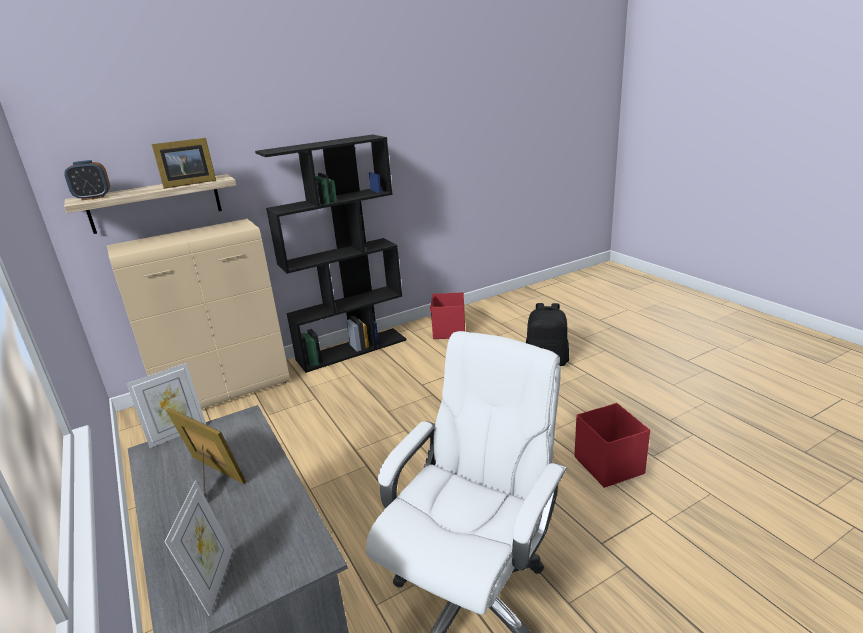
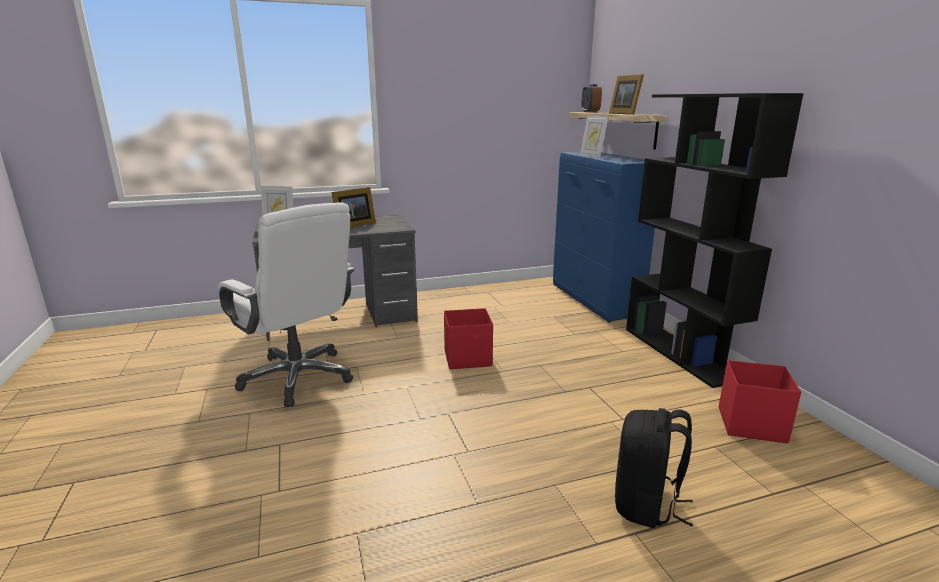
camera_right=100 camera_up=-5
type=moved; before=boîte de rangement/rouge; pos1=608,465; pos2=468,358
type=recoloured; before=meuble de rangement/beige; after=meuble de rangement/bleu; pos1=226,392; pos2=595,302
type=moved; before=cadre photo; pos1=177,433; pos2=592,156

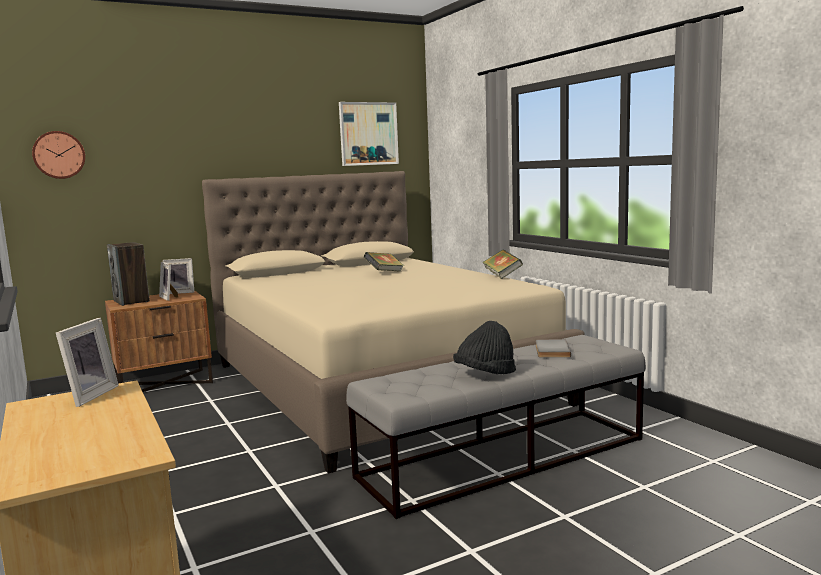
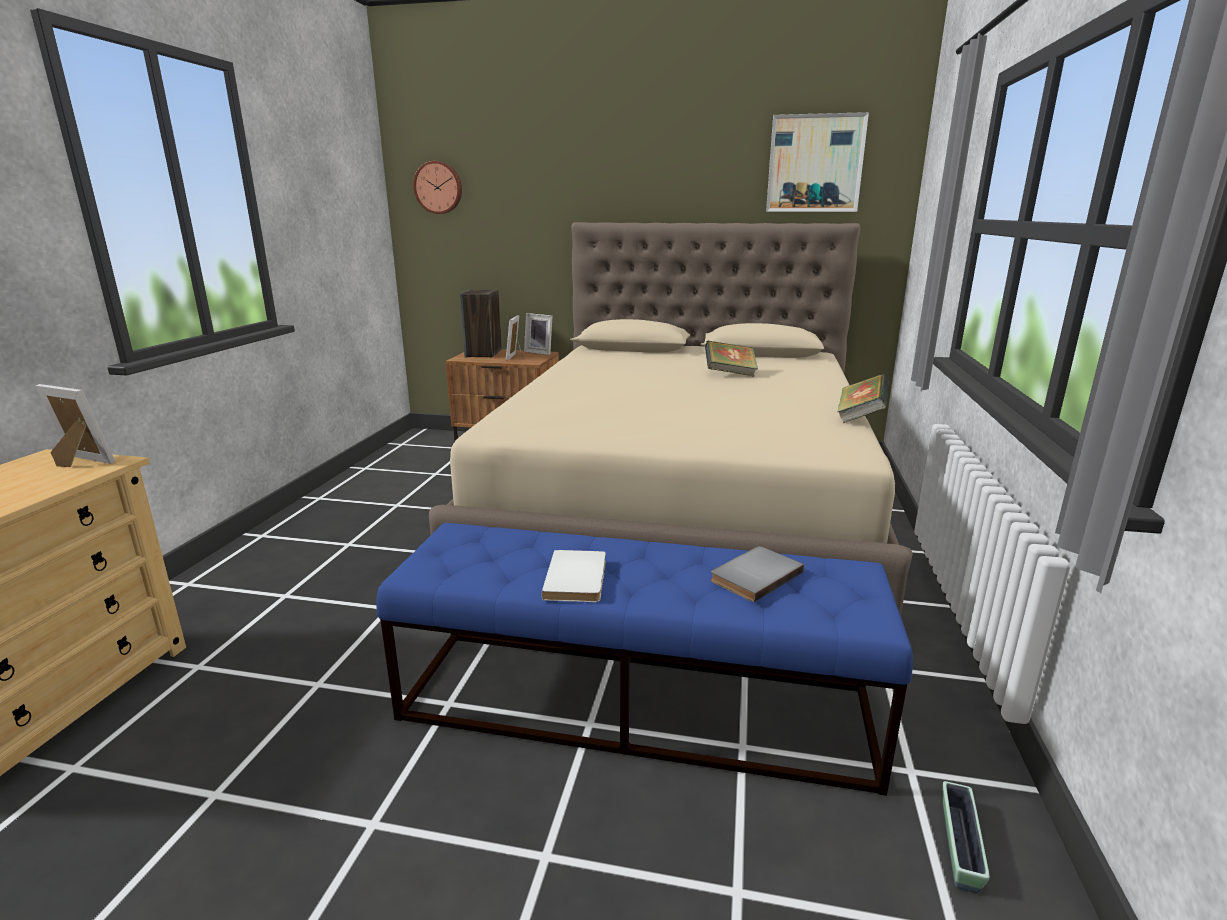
camera_right=40 camera_up=10
type=turned; before=cadre photo; pos1=88,396; pos2=79,463; turn=-120
type=recoloured; before=banc/gris; after=banc/bleu; pos1=504,457; pos2=638,704
type=replaced; before=chapeau/noir; after=livre/blanc; pos1=485,374; pos2=578,579
type=added; after=cache-pot; pos2=959,846

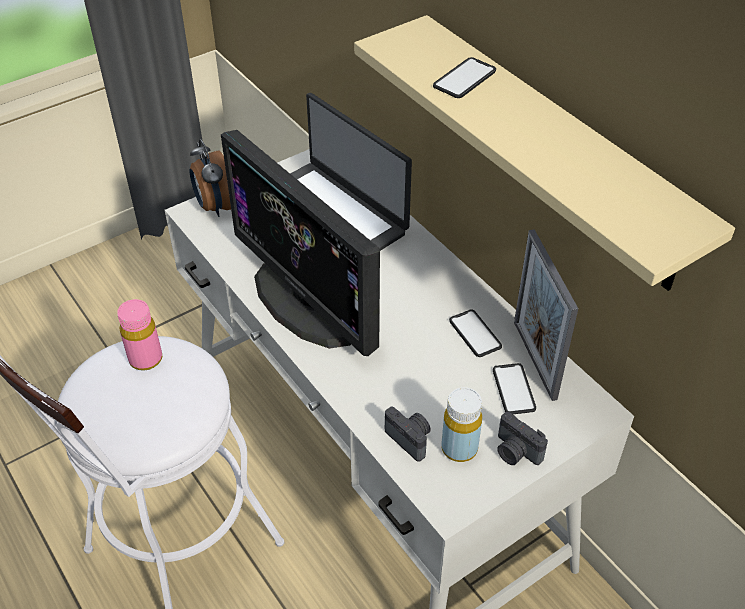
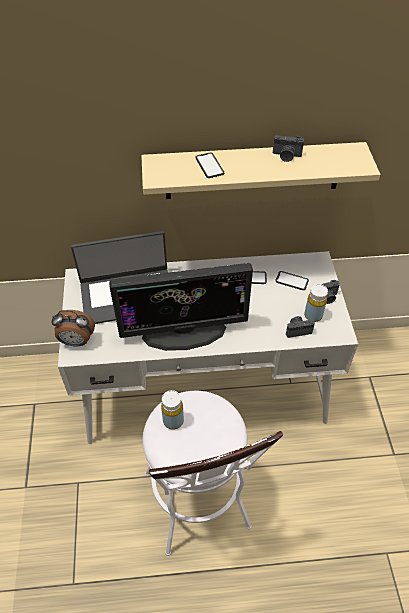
camera_right=-60 camera_up=5
type=recoloured; before=bouteille/rose; after=bouteille/jaune; pos1=146,359; pos2=173,420
type=added; after=appareil photo; pos2=286,156
type=removed; before=cadre photo; pos1=534,359

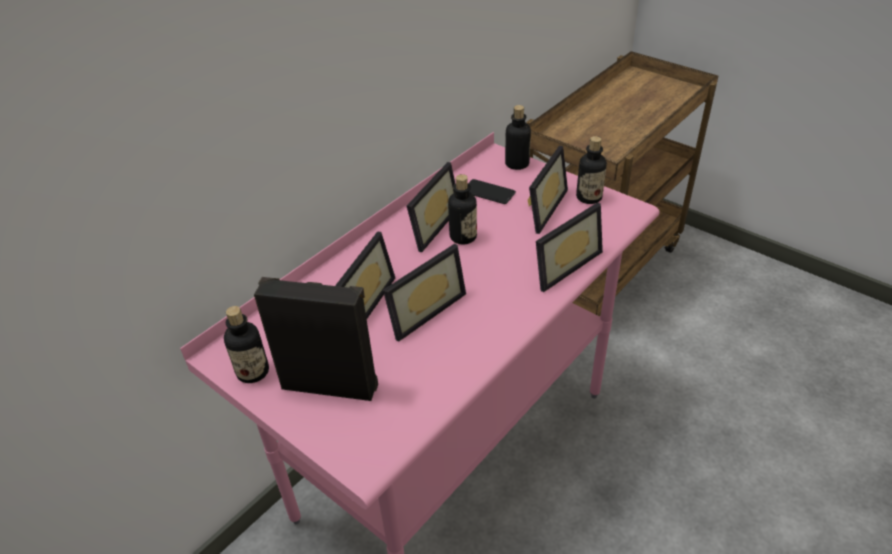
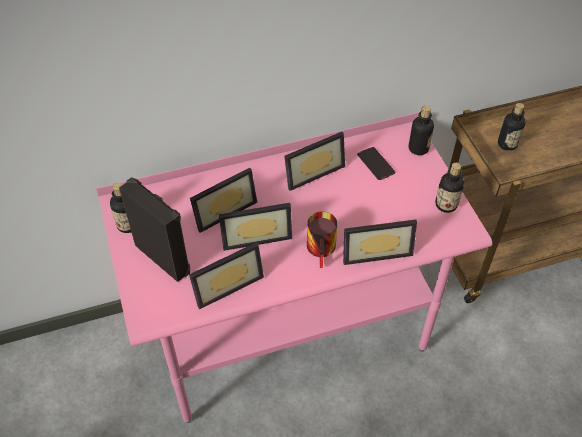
camera_right=30 camera_up=10
type=moved; before=cadre photo; pos1=540,208; pos2=225,283
type=added; after=mug; pos2=324,250
type=moved; before=bouteille; pos1=463,237; pos2=507,144

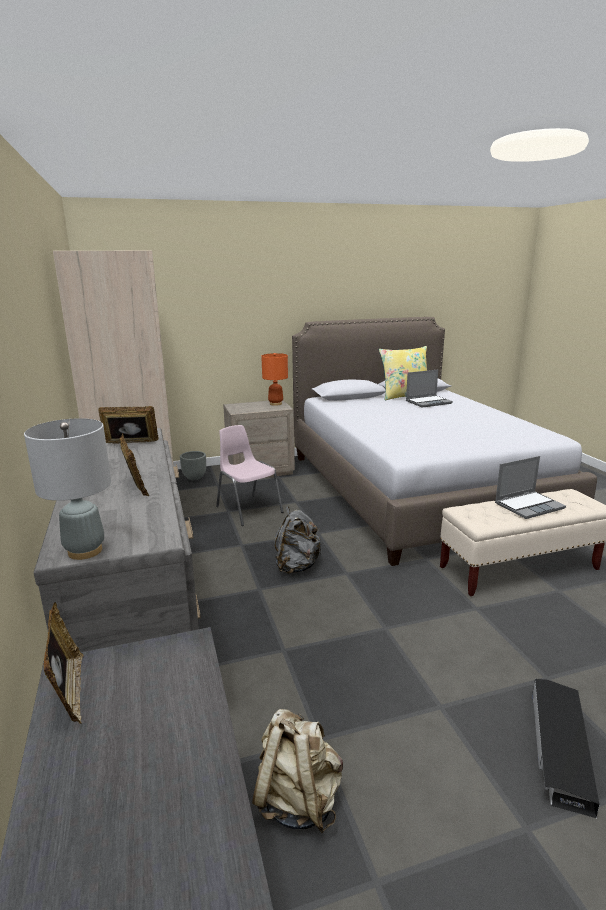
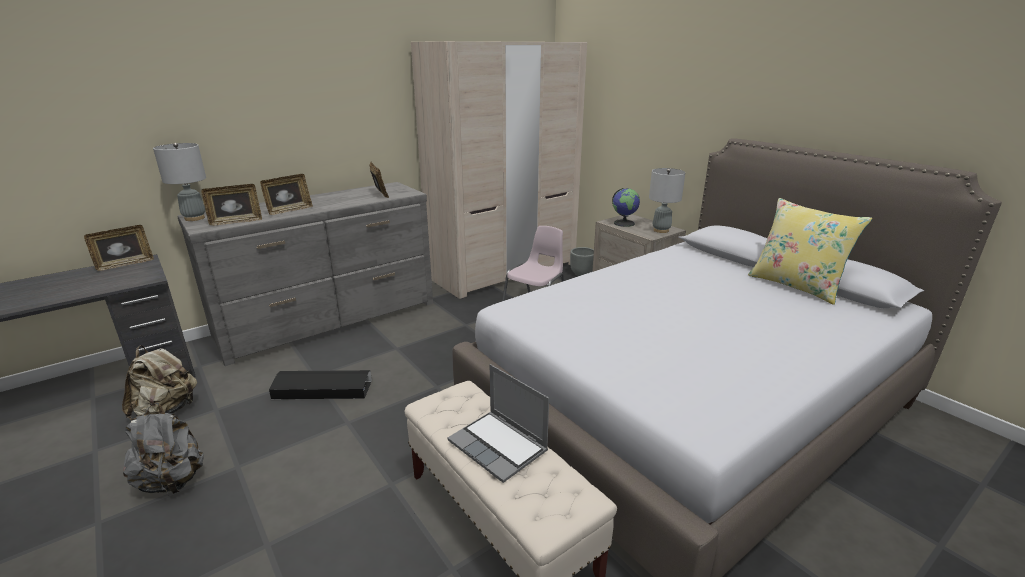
camera_right=70 camera_up=5
type=moved; before=sac à dos/gris; pos1=297,566; pos2=172,481
type=added; after=cadre photo; pos2=236,221
type=moved; before=boîte de rangement/noir; pos1=559,748; pos2=322,390
type=added; after=globe; pos2=624,223
type=recoloured; before=lampe de table/orange; after=lampe de table/gris; pos1=276,404; pos2=661,230
type=removed; before=ordinateur portable; pos1=428,402

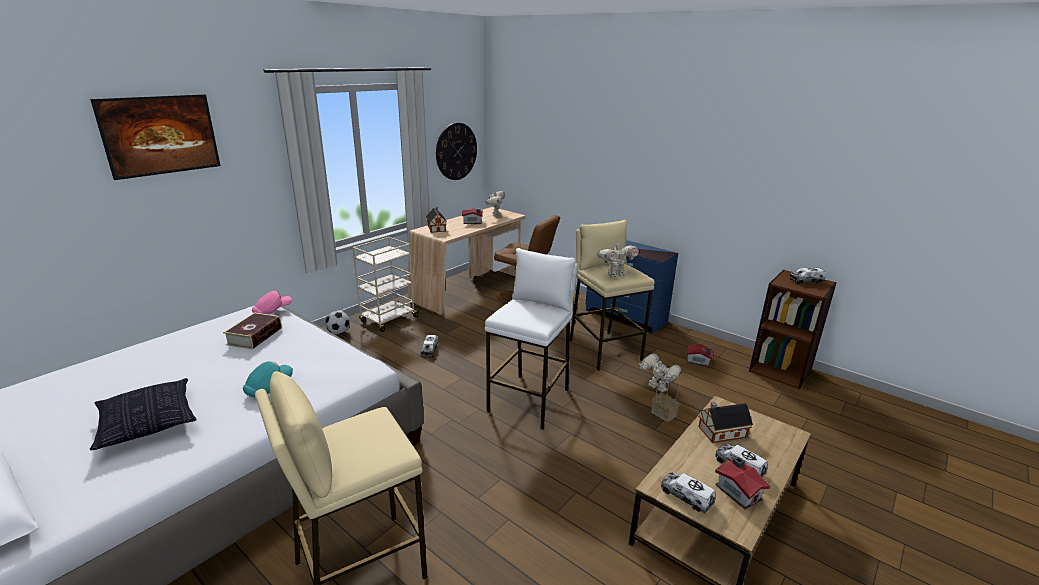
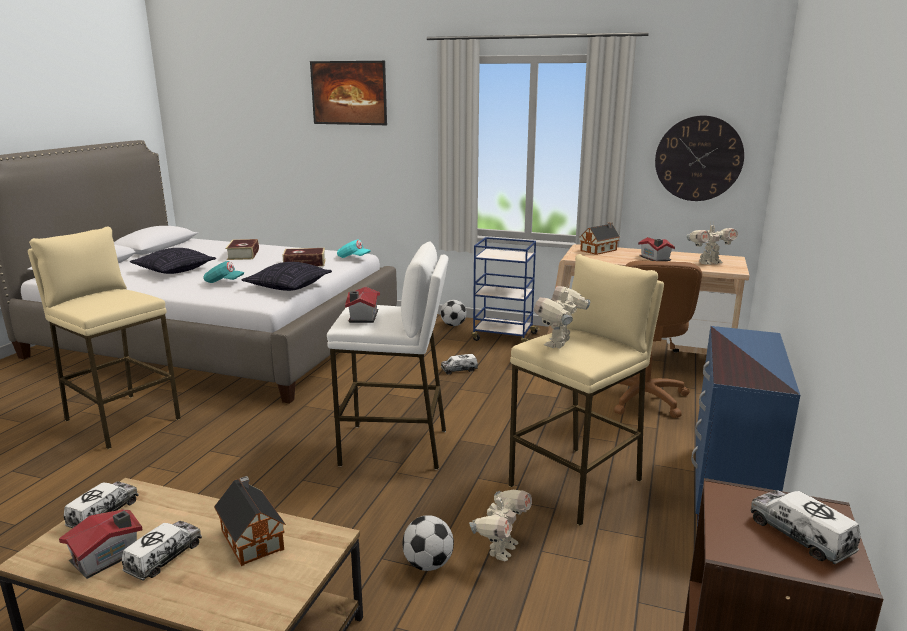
camera_right=70 camera_up=-5
type=added; after=livre; pos2=243,255
type=added; after=coussin; pos2=288,287
type=recoloured; before=casquette/rose; after=casquette/turquoise; pos1=272,311; pos2=353,258
type=moved; before=maison miniature; pos1=699,361; pos2=362,317
type=replaced; before=panier; after=ballon de foot; pos1=664,414; pos2=428,564
type=recoloured; before=chariot/beige; after=chariot/bleu; pos1=388,320; pos2=503,337
type=turned; before=robot jouet; pos1=615,275; pos2=559,344; turn=75

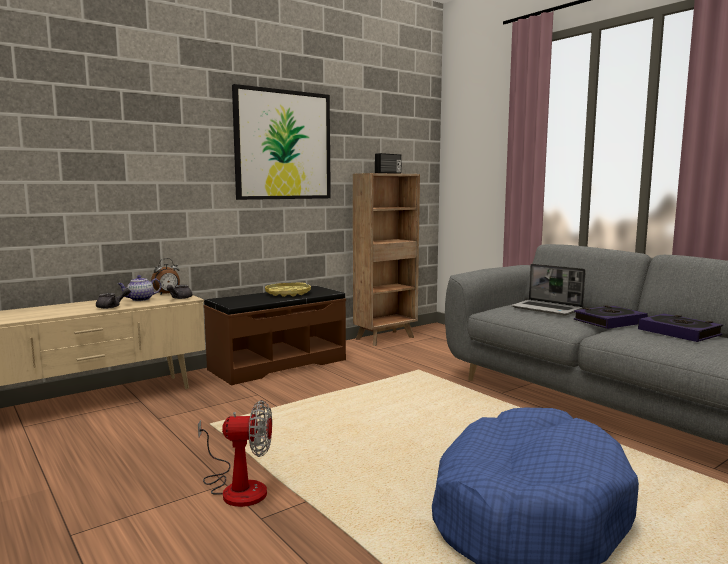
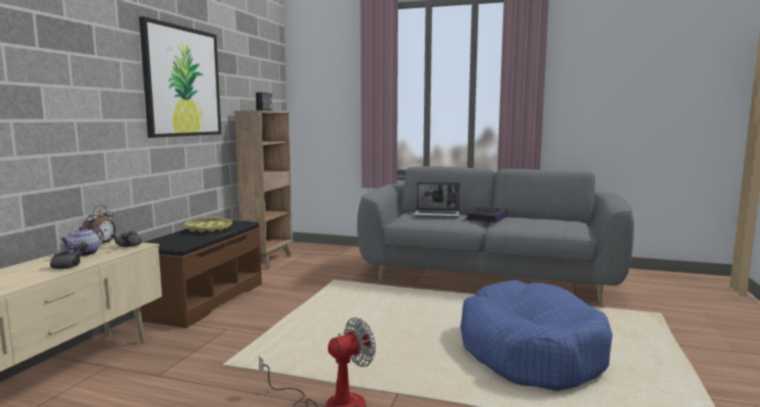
camera_right=-35 camera_up=0
type=removed; before=livre; pos1=679,332

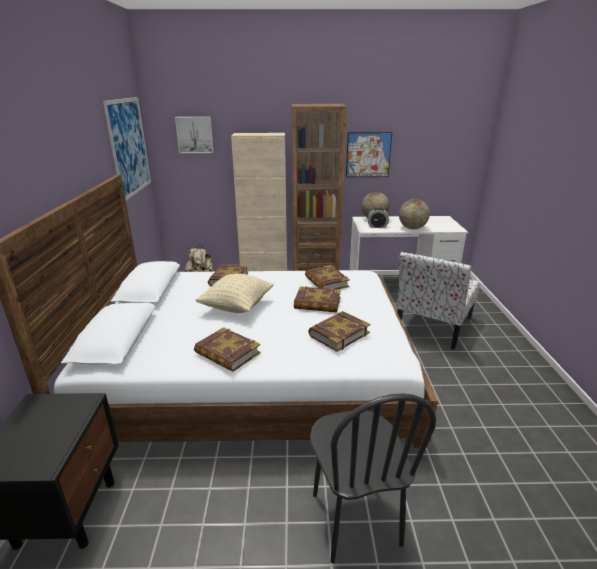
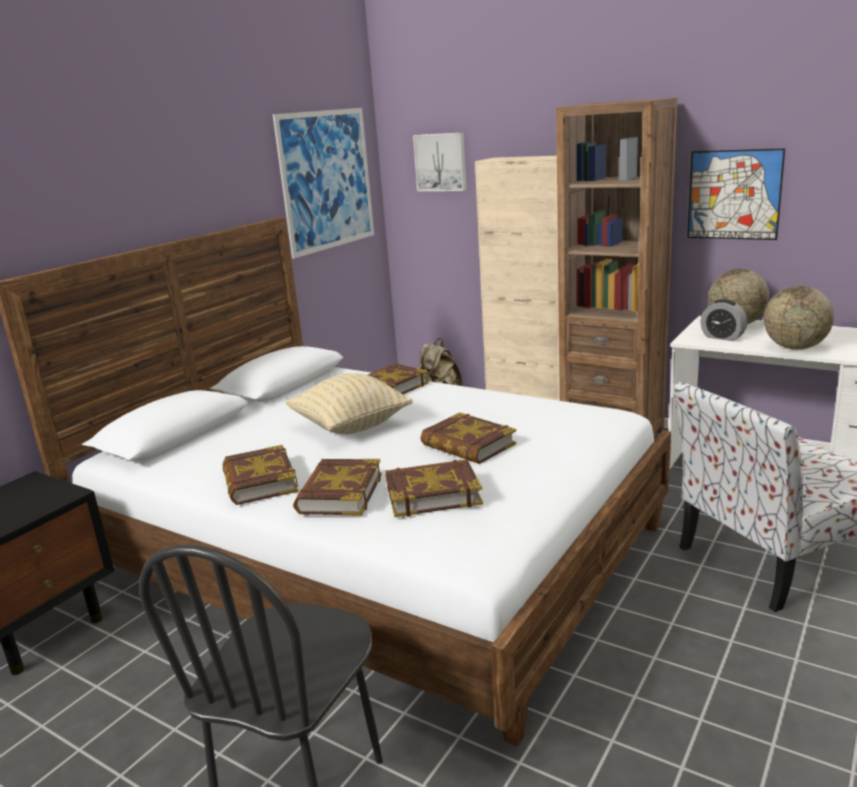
camera_right=35 camera_up=-5
type=moved; before=livre; pos1=326,282; pos2=339,494

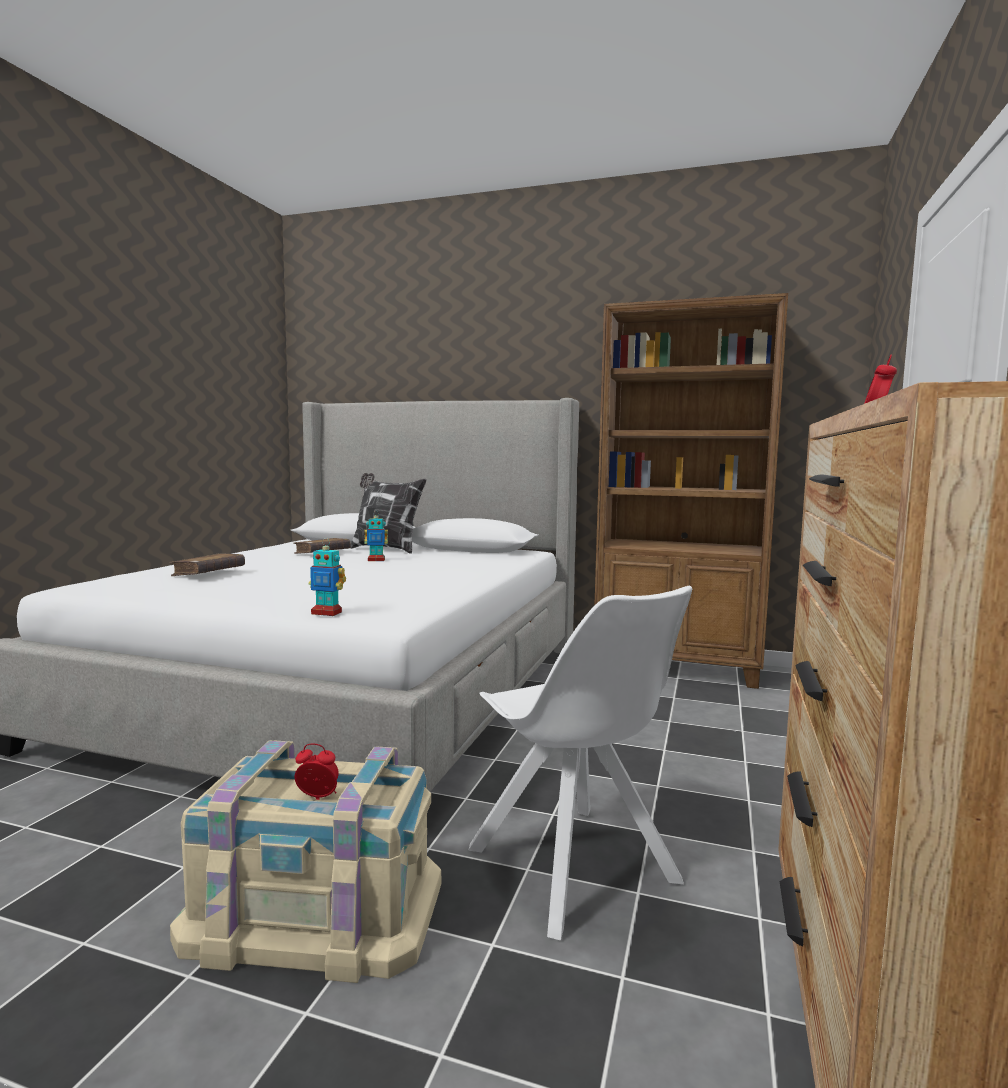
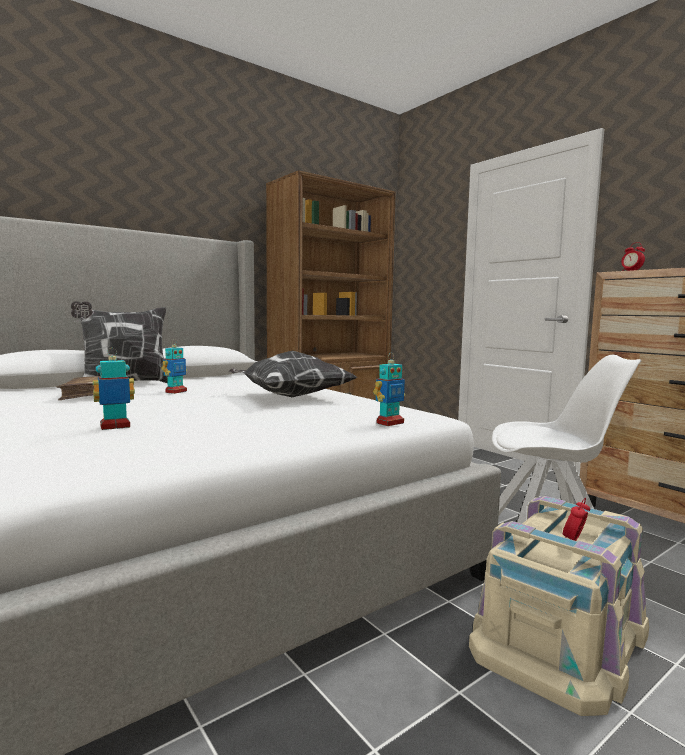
camera_right=-55 camera_up=0
type=replaced; before=livre/marron; after=robot jouet; pos1=209,573; pos2=115,427
type=added; after=coussin; pos2=290,397

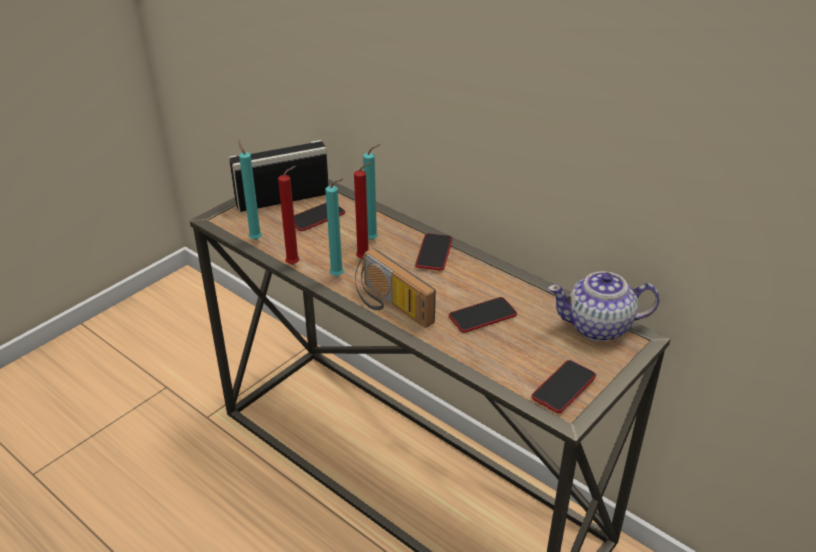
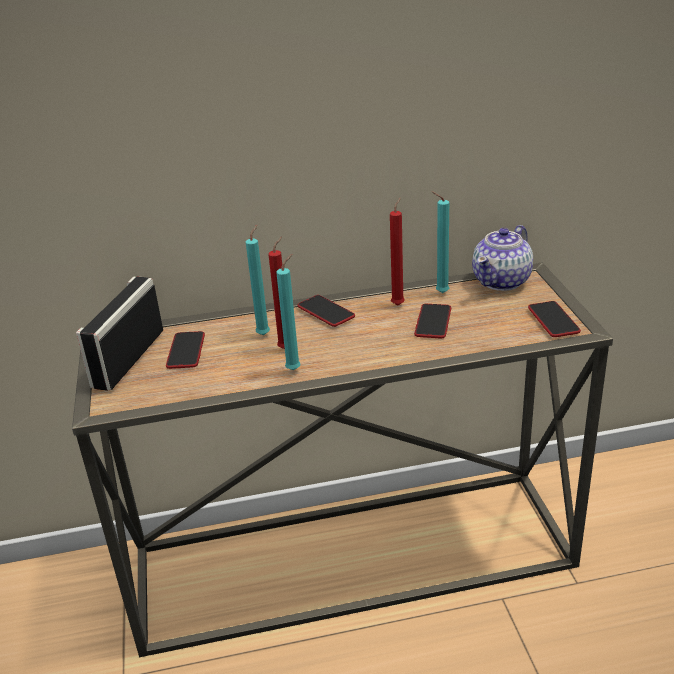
camera_right=-50 camera_up=-5
type=moved; before=bougie/rouge; pos1=295,264; pos2=399,304
type=moved; before=bougie/turquoise; pos1=255,238; pos2=440,293
type=removed; before=radio; pos1=389,306

